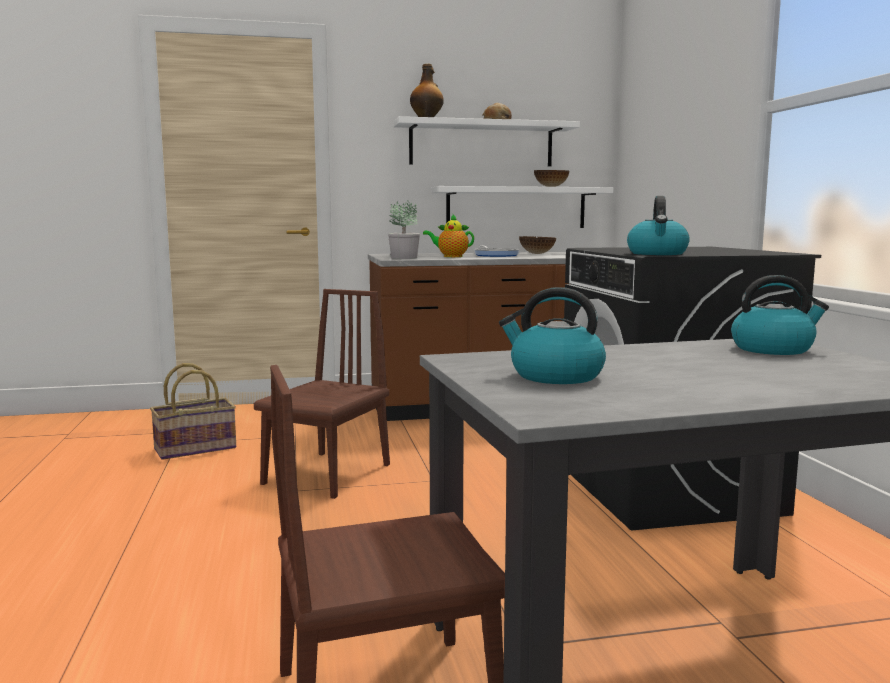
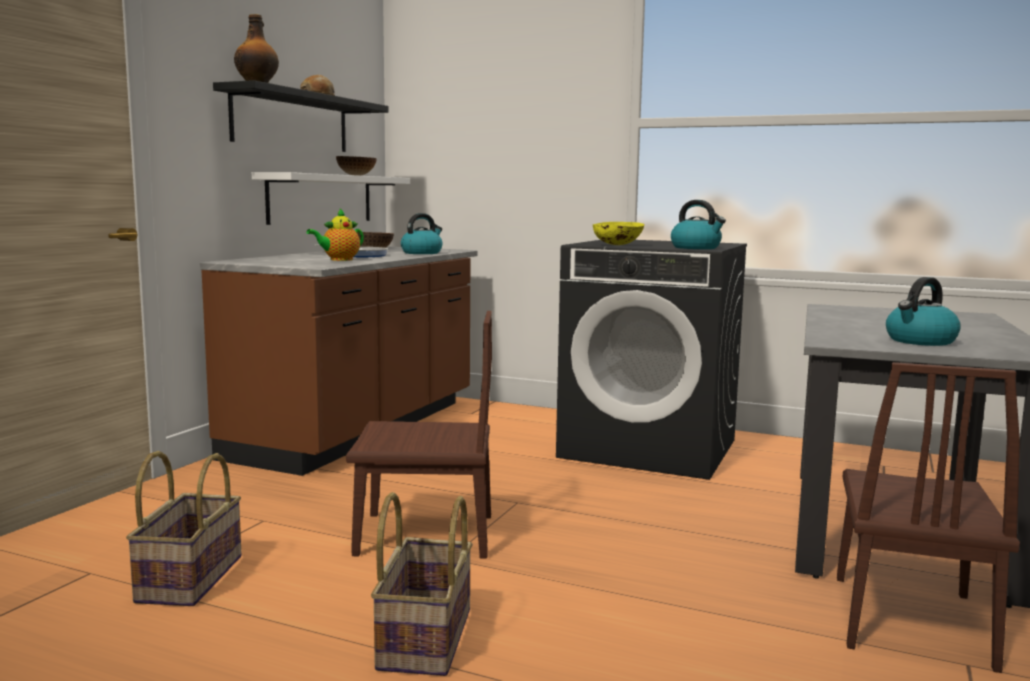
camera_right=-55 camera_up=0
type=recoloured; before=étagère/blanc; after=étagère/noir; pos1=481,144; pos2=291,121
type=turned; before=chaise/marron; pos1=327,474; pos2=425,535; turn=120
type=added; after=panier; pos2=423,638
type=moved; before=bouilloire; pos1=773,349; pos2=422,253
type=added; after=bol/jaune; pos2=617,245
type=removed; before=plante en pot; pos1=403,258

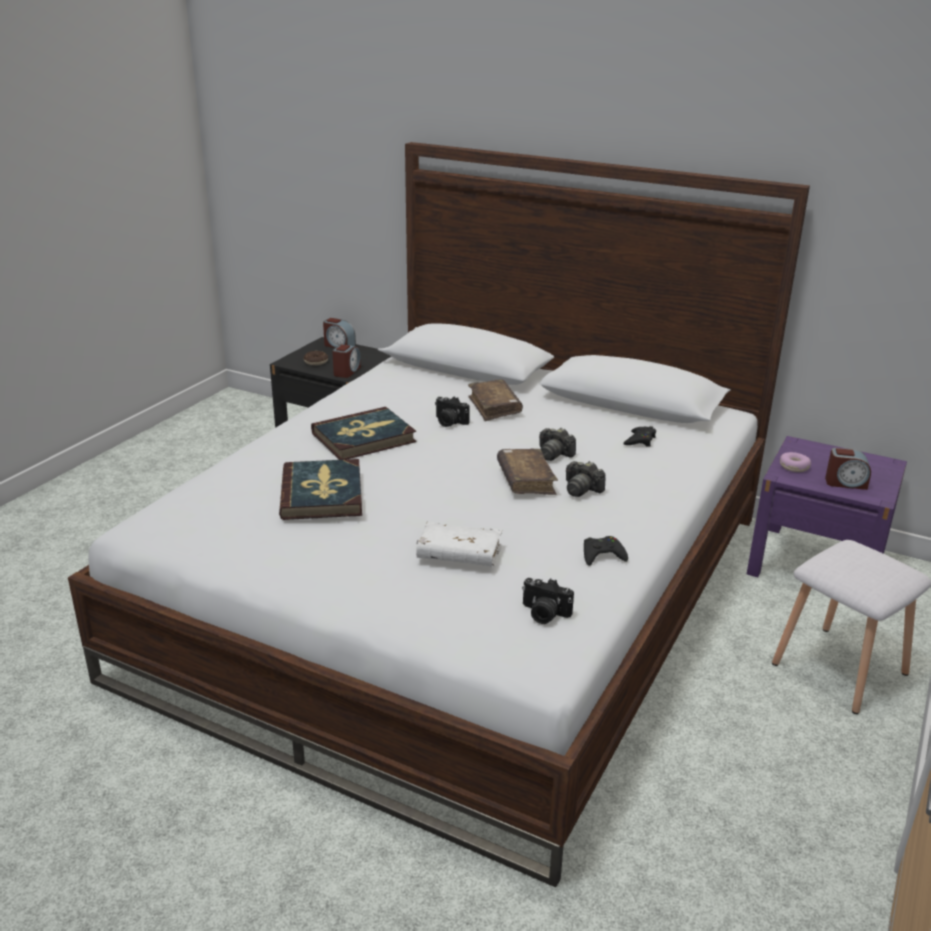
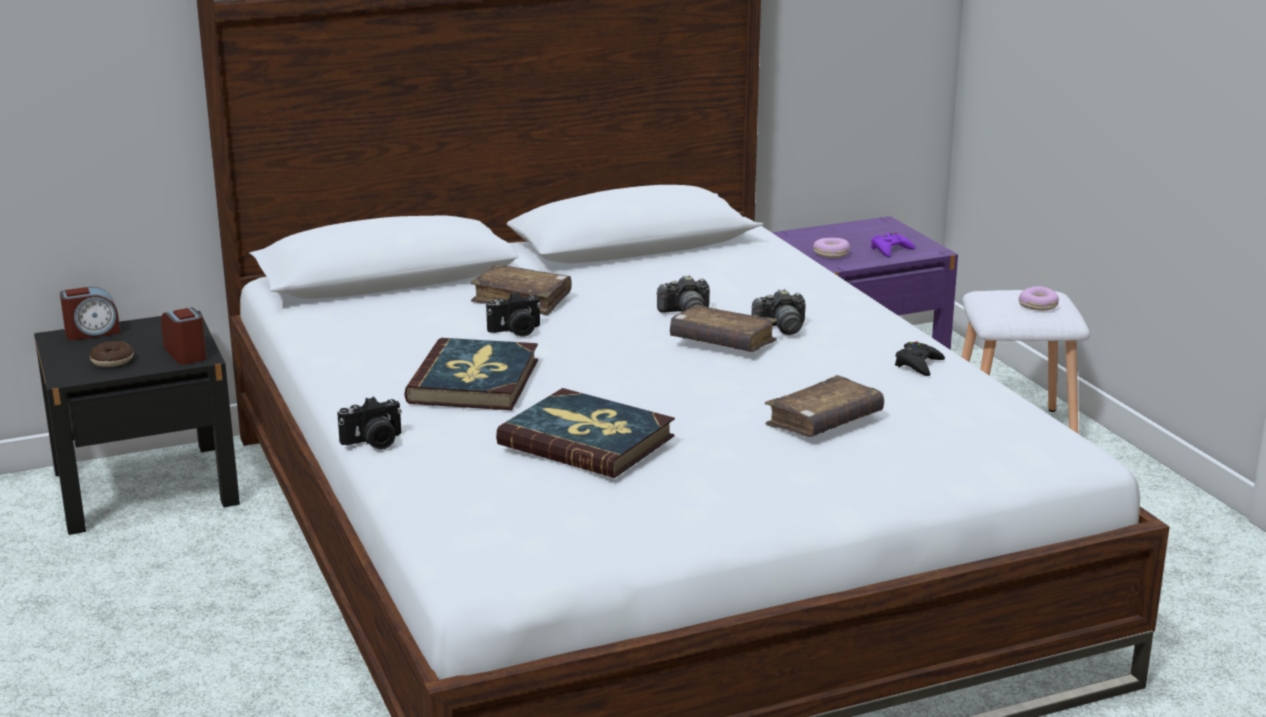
camera_right=-50 camera_up=-5
type=moved; before=appareil photo; pos1=544,614; pos2=373,442
type=recoloured; before=livre/blanc; after=livre/marron; pos1=459,555; pos2=824,422
type=replaced; before=réveil; after=manette/violet; pos1=845,483; pos2=890,249
type=added; after=beignet; pos2=1038,305
type=removed; before=manette/noir; pos1=640,440

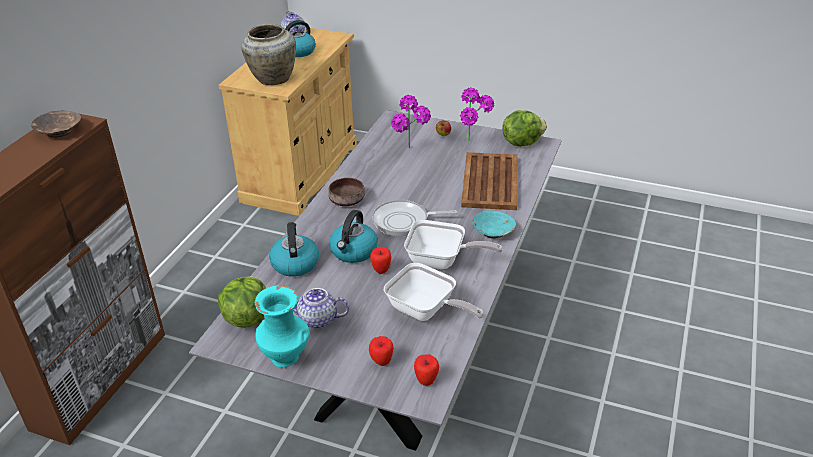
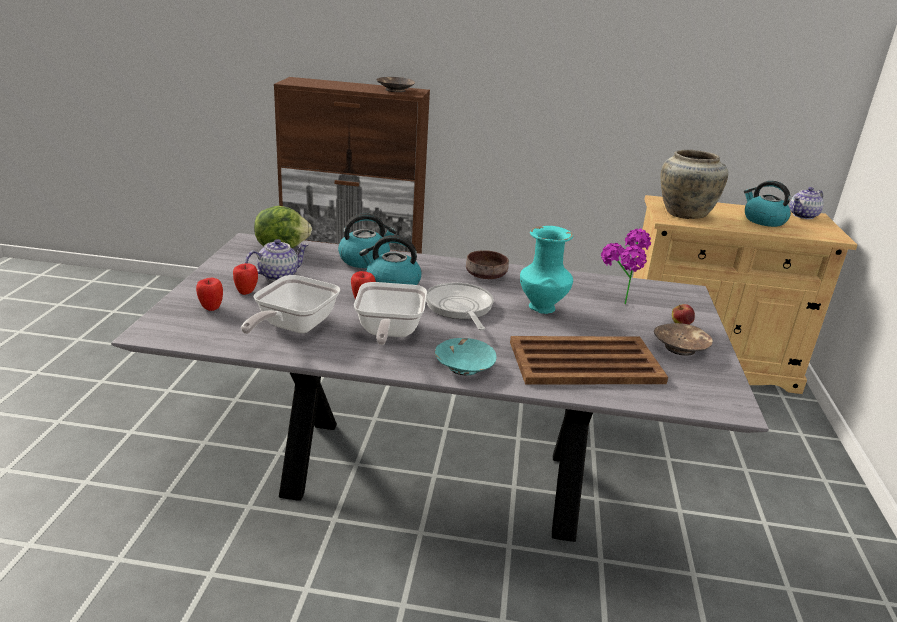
camera_right=75 camera_up=-10
type=moved; before=pomme; pos1=426,381; pos2=246,292
type=turned; before=théière; pos1=317,319; pos2=278,275; turn=60
type=moved; before=vase/turquoise; pos1=286,358; pos2=542,308
type=replaced; before=plante en pot; after=bol/marron; pos1=474,143; pos2=680,348
type=removed; before=laitue; pos1=521,142

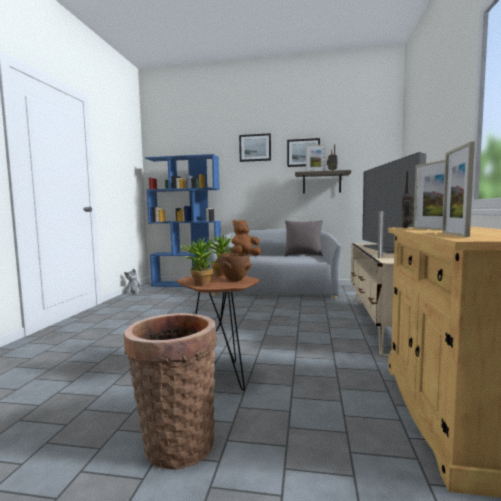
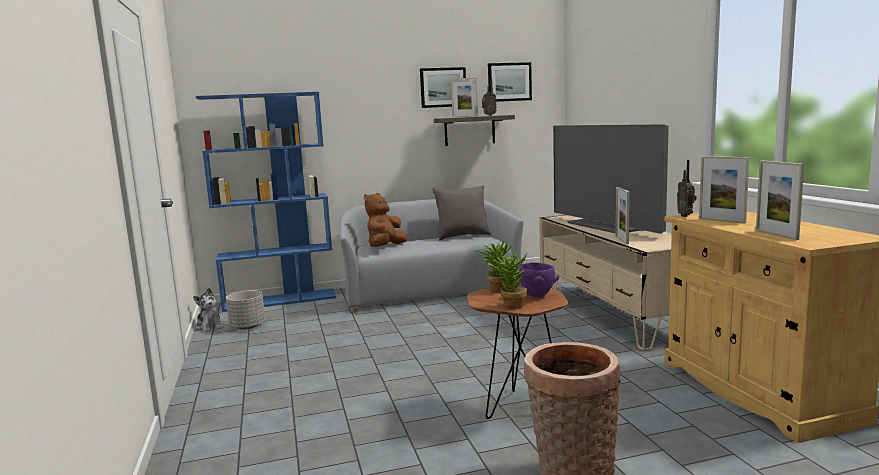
camera_right=-25 camera_up=5
type=added; after=cache-pot/gris; pos2=247,326
type=moved; before=tableau; pos1=255,147; pos2=509,82
type=recoloured; before=bol/marron; after=bol/violet; pos1=235,280; pos2=537,296

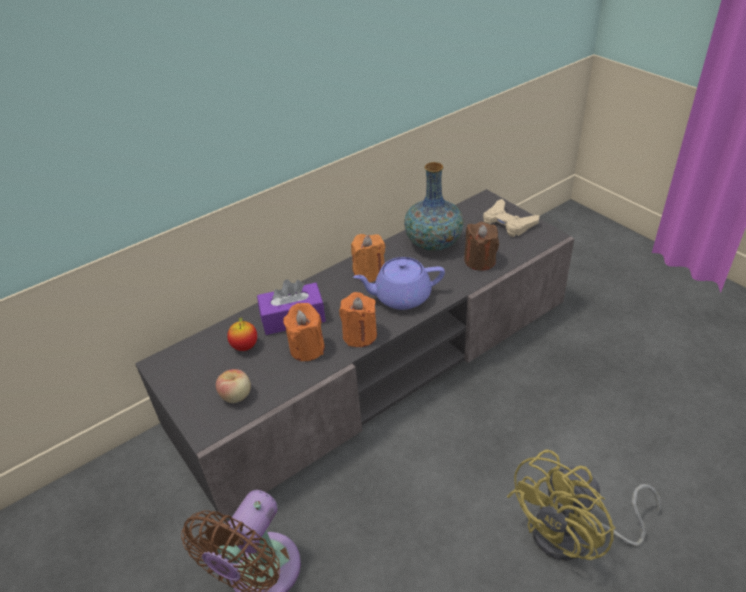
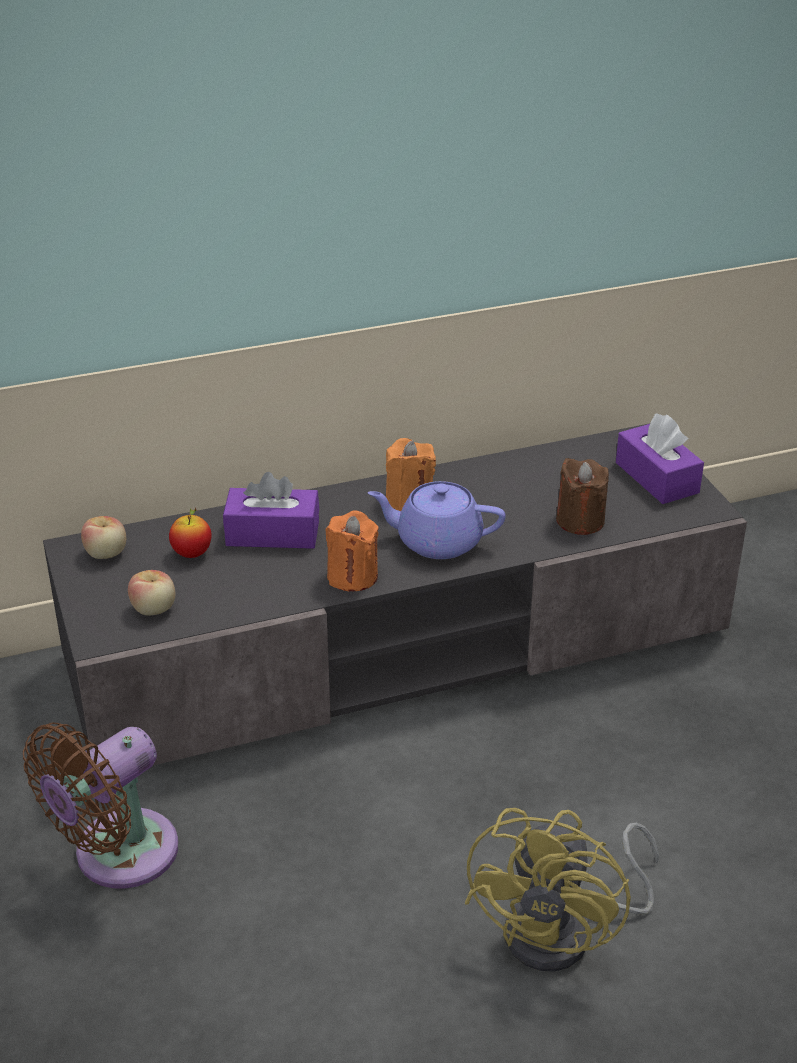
camera_right=15 camera_up=-5
type=added; after=pomme; pos2=106,554
type=turned; before=ventilateur/jaune; pos1=575,536; pos2=565,932; turn=-45
type=replaced; before=manette/beige; after=boîte à mouchoirs/violet; pos1=508,223; pos2=657,478
type=removed; before=bougie/orange; pos1=307,348
type=removed; before=vase; pos1=433,243

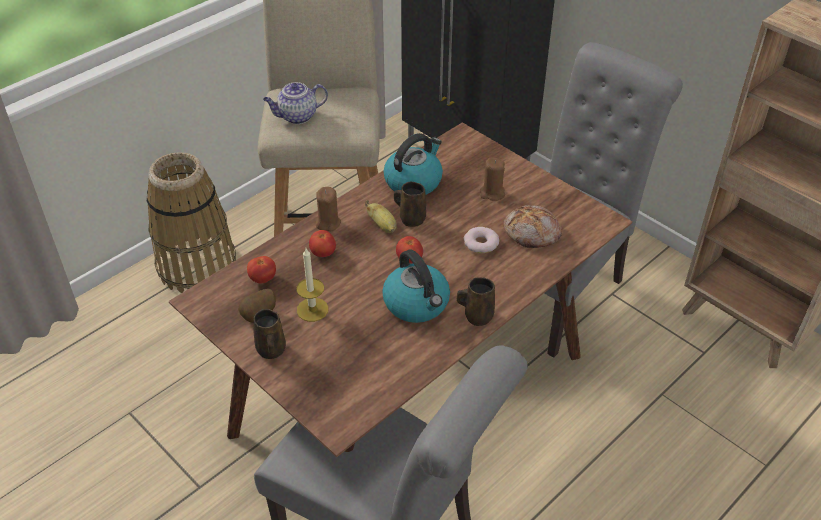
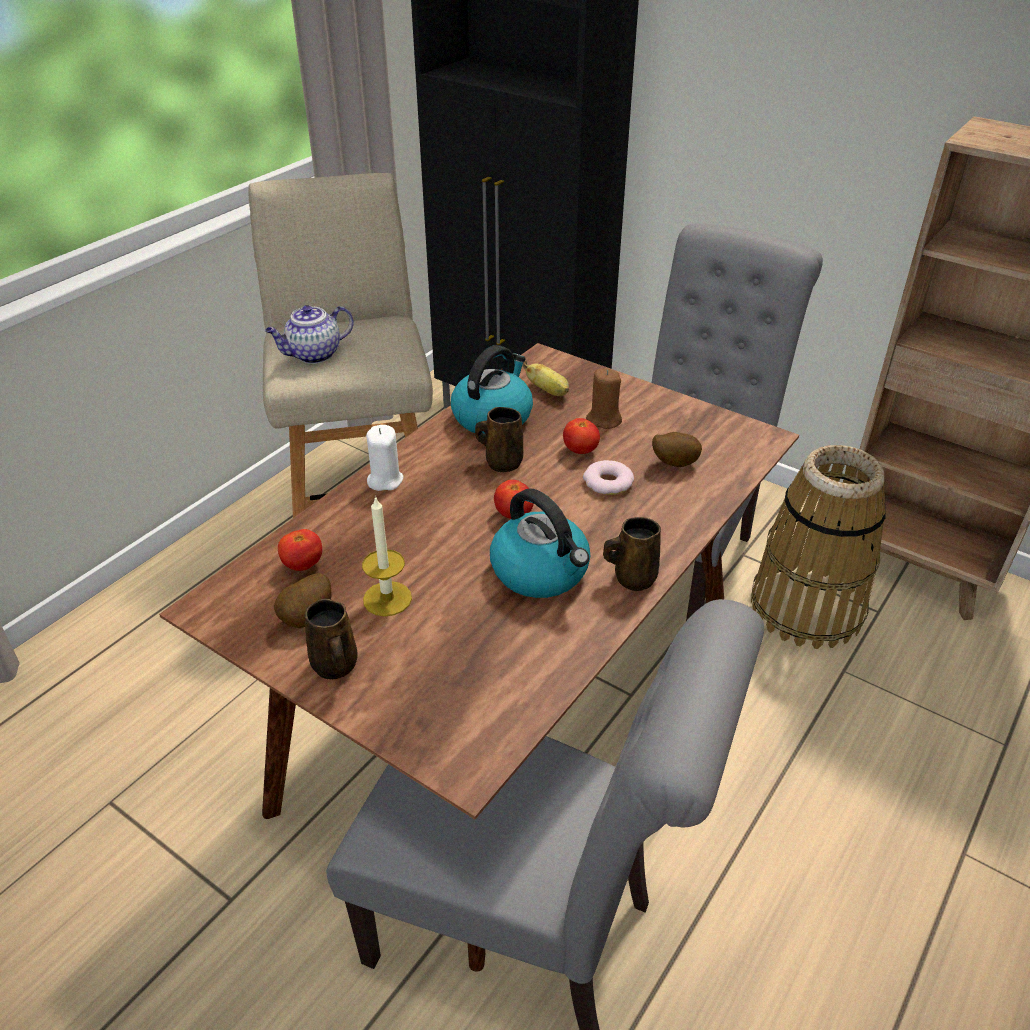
camera_right=-10 camera_up=-5
type=recoloured; before=bougie/marron; after=bougie/blanc; pos1=328,223; pos2=385,480
type=moved; before=banane; pos1=383,226; pos2=548,391
type=moved; before=tomate; pos1=323,253; pos2=580,451
type=replaced; before=pain; after=pomme de terre; pos1=532,233; pos2=673,463
type=moved; before=panier; pos1=197,265; pos2=806,607

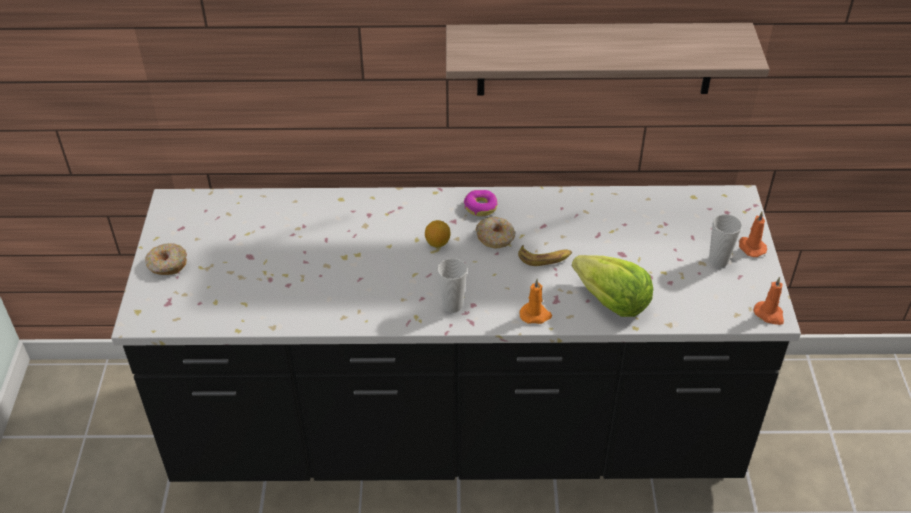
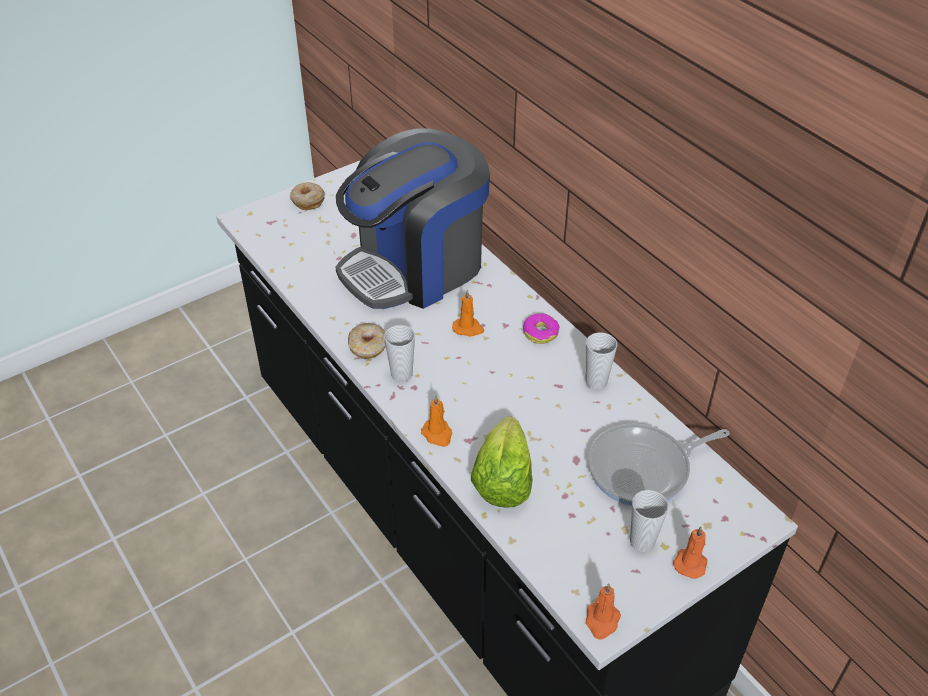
camera_right=55 camera_up=0
type=added; after=machine à café; pos2=415,267
type=moved; before=beignet; pos1=495,237; pos2=368,346
type=replaced; before=citron; after=bougie/orange; pos1=437,243; pos2=468,328
type=added; after=tasse; pos2=596,382
type=added; after=poêle; pos2=644,469
type=removed; before=étagère; pos1=595,59
type=removed; before=banane; pos1=545,258

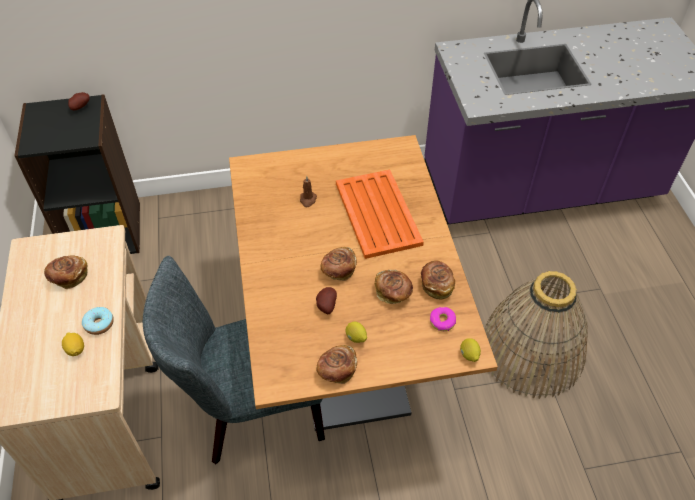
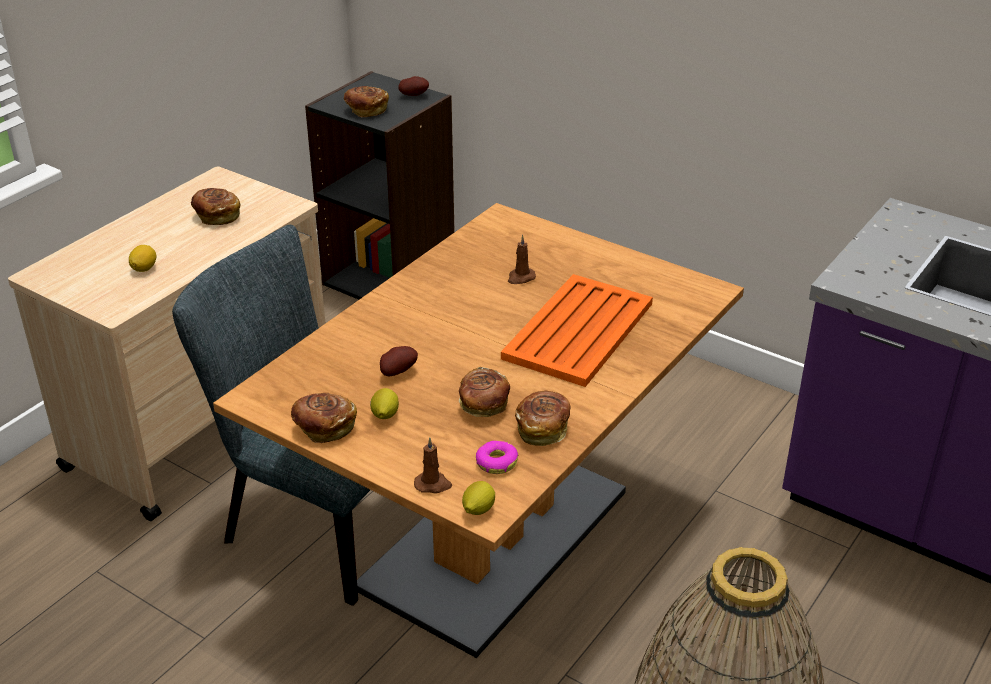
camera_right=45 camera_up=-15
type=moved; before=pain; pos1=338,270; pos2=366,110
type=added; after=bougie/marron; pos2=433,484
type=removed; before=beignet; pos1=99,324

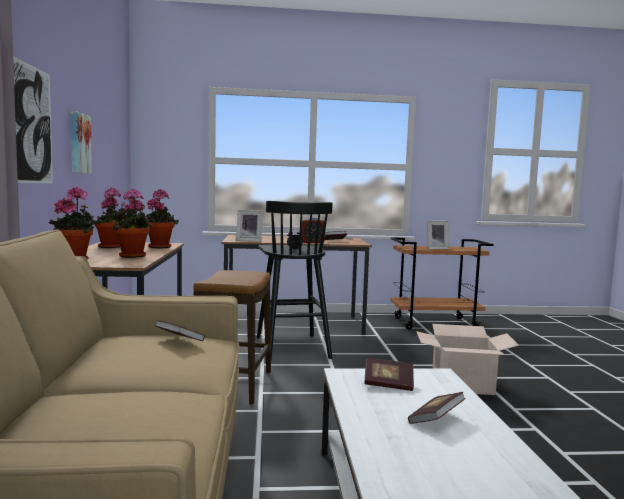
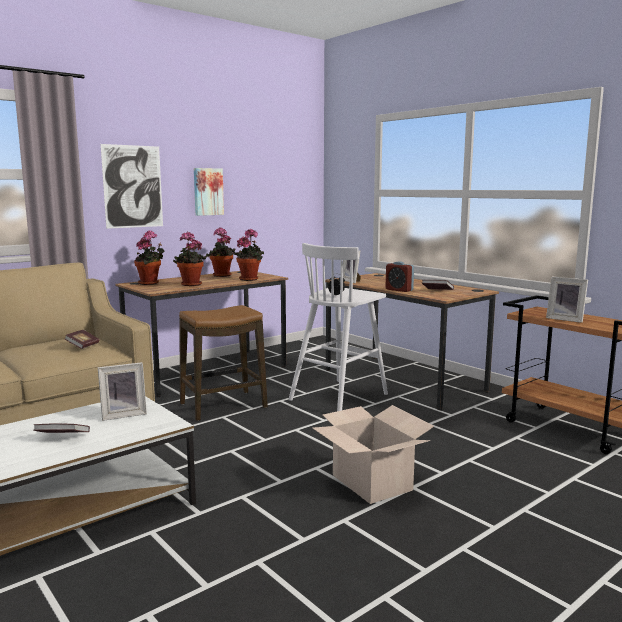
camera_right=55 camera_up=5
type=replaced; before=livre; after=cadre photo; pos1=388,384; pos2=123,414
type=recoloured; before=tabouret/noir; after=tabouret/blanc; pos1=291,347; pos2=340,396

